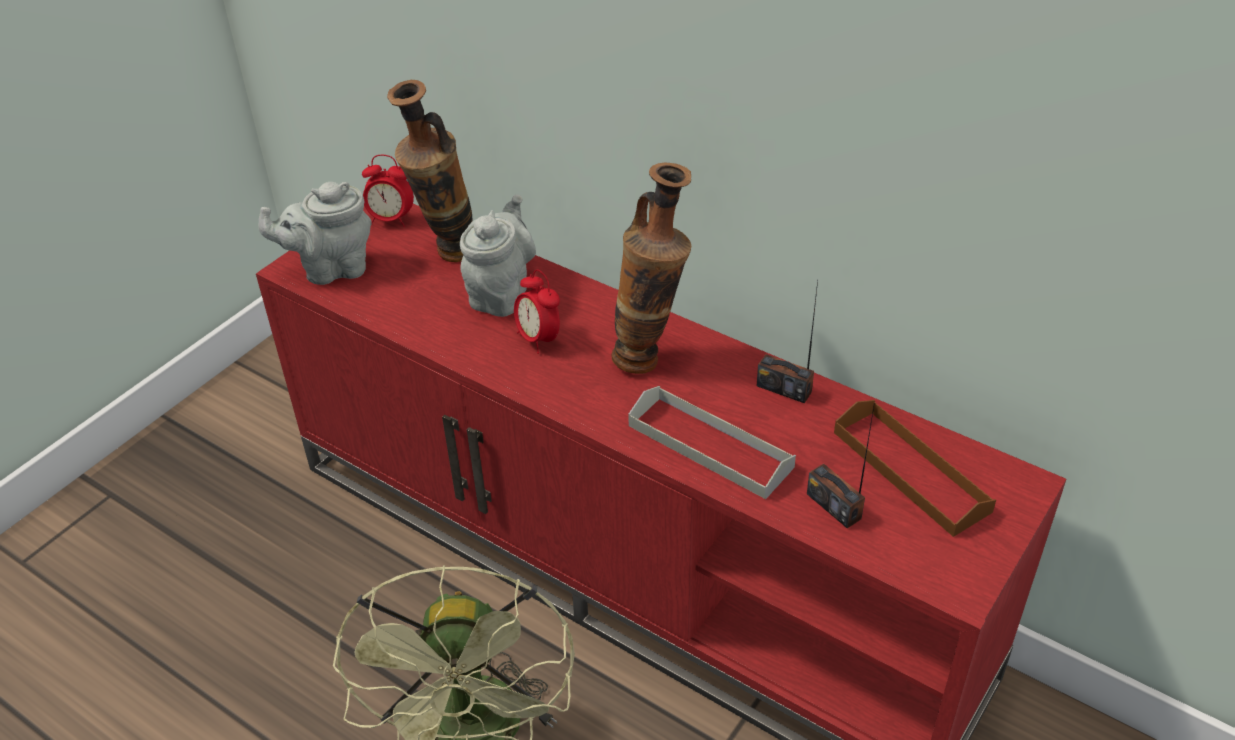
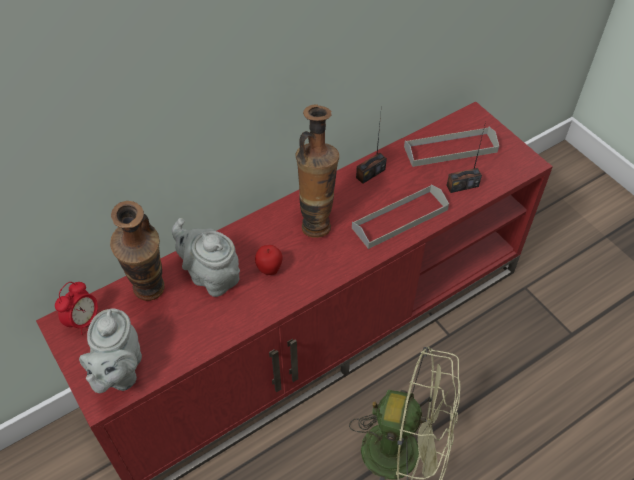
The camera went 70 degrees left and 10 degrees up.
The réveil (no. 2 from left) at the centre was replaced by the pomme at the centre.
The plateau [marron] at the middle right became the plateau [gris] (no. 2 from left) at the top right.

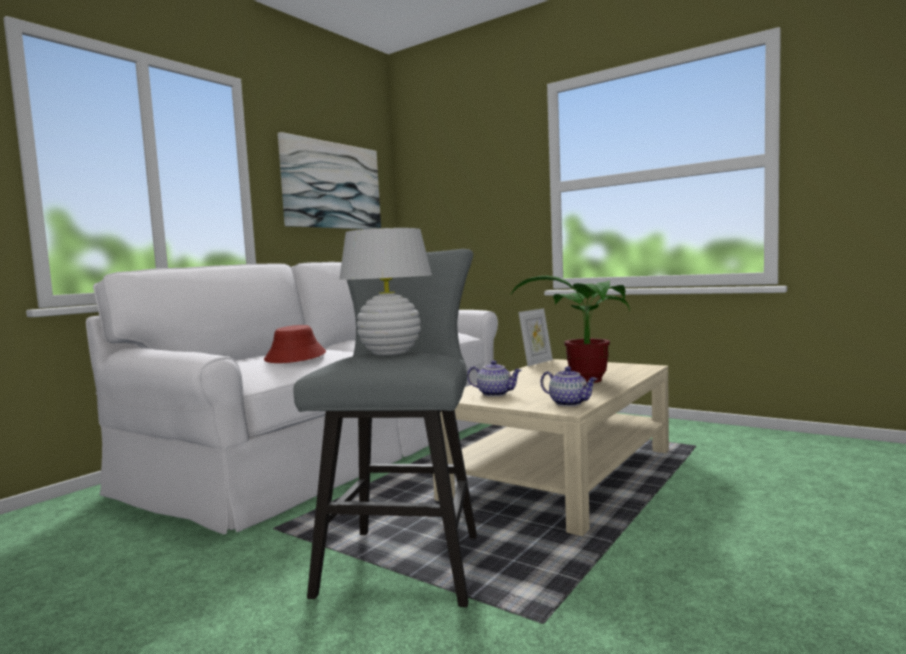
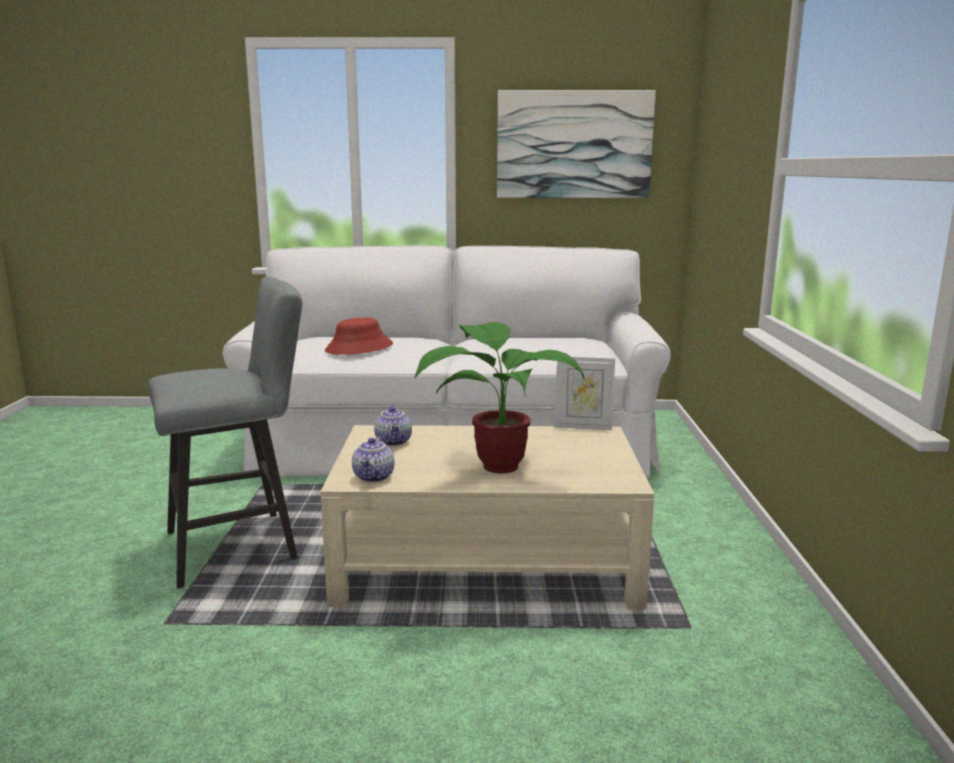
The camera went 55 degrees right and 10 degrees up.
The lampe de table [blanc] at the centre disappeared.

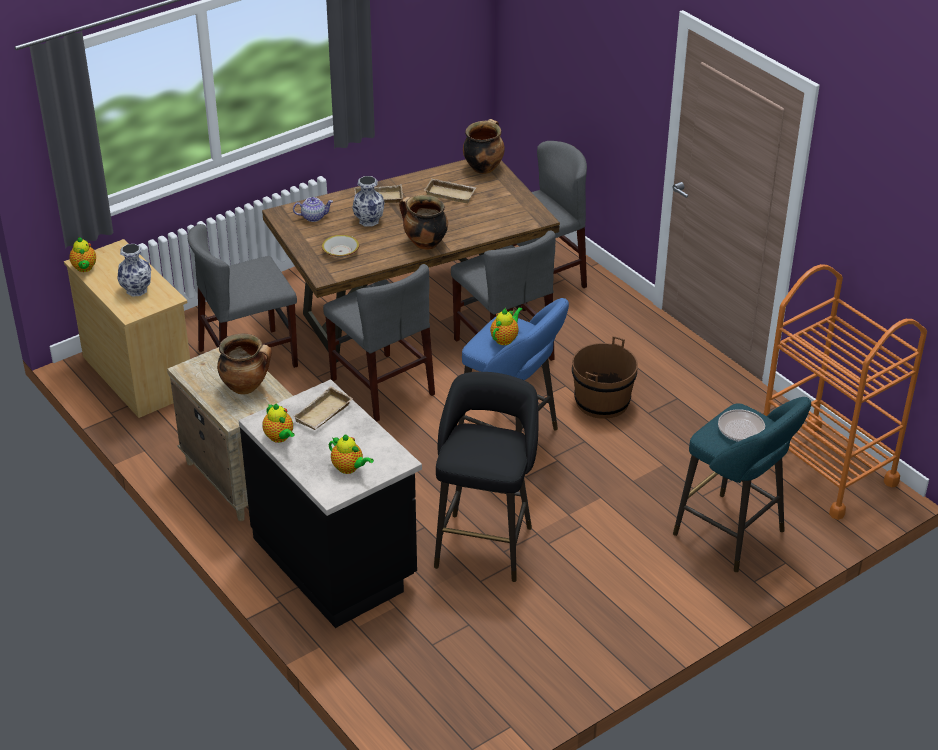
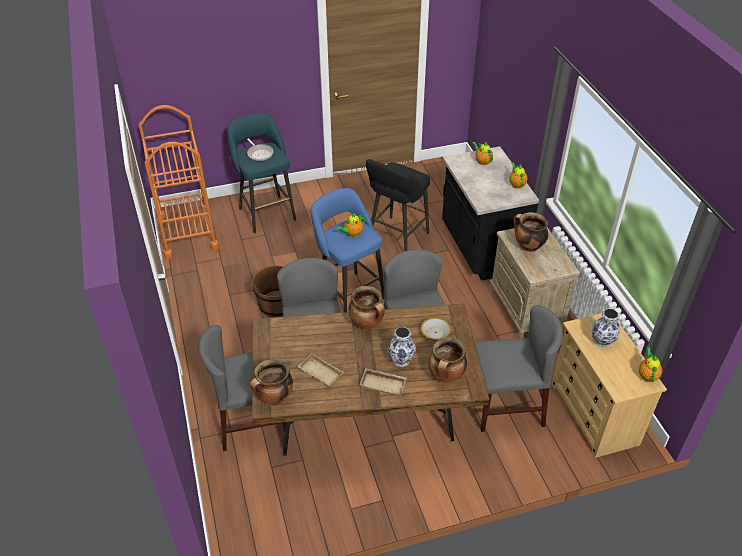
The camera went 160 degrees left and 5 degrees up.
The plateau [beige] (no. 1 from left) at the centre disappeared.
The théière (no. 3 from left) at the top centre was replaced by the marmite (no. 3 from left) at the centre.

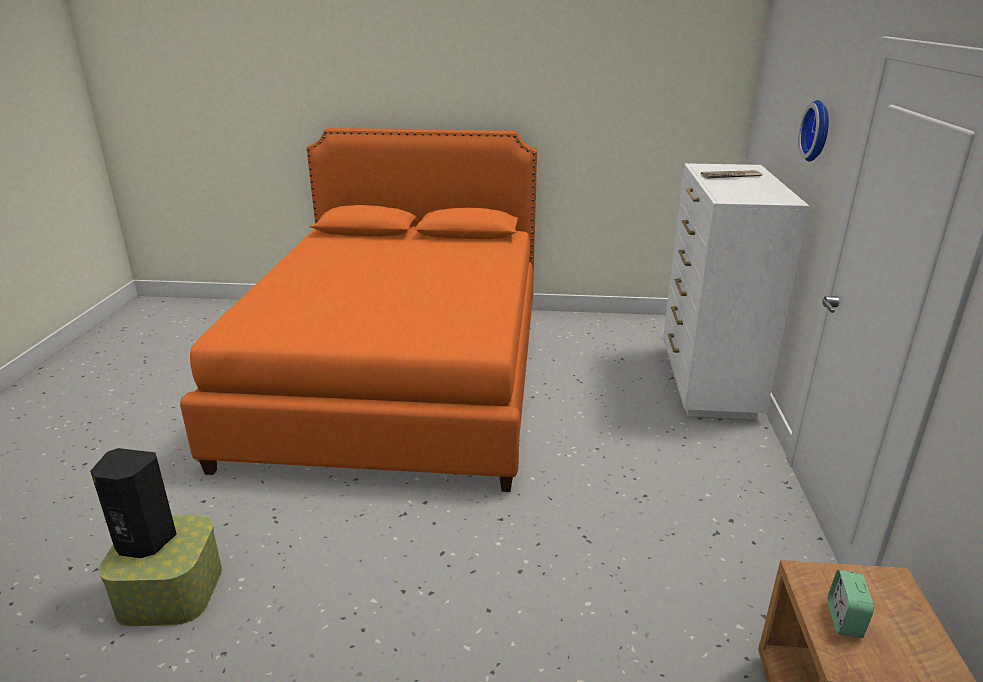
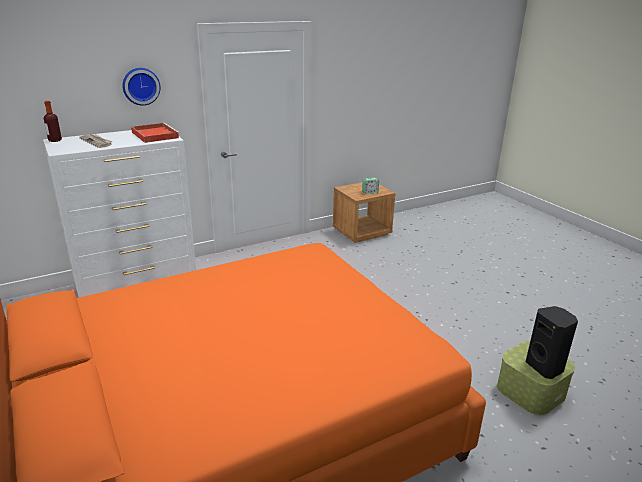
The camera went 125 degrees left and 0 degrees up.
The bouteille at the top left appeared.
The plateau [rouge] at the top left appeared.

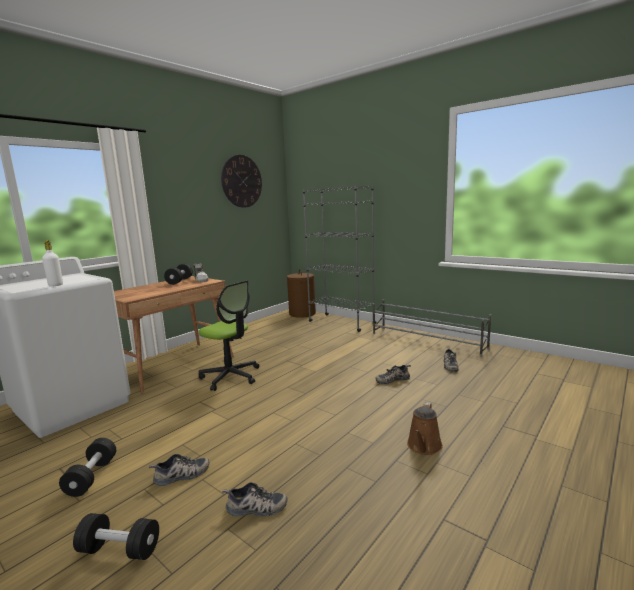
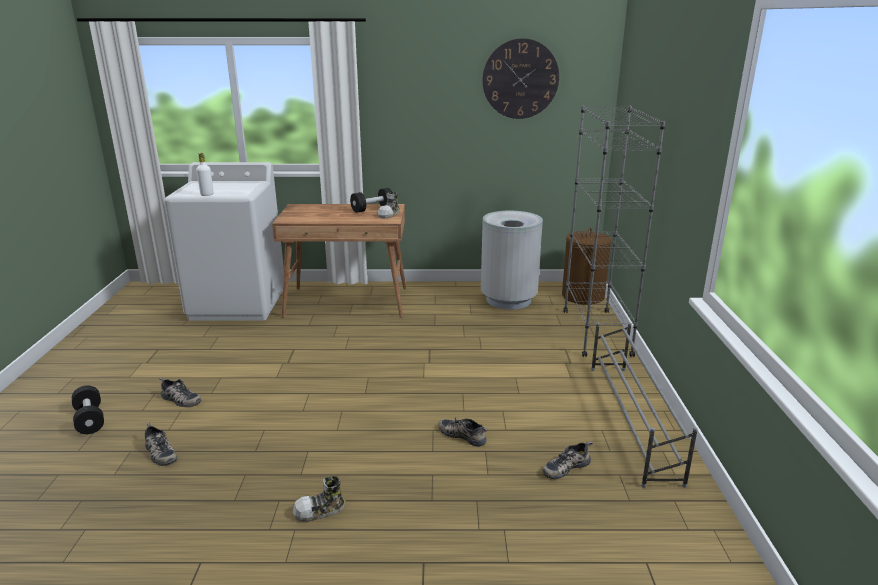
The camera went 50 degrees right and 10 degrees up.
The haltère [noir] (no. 1 from left) at the bottom left disappeared.
The chaise de bureau at the centre disappeared.
The poubelle [gris] at the centre appeared.
The arrosoir [marron] at the bottom right was replaced by the chaussure (no. 3 from left) at the bottom centre.

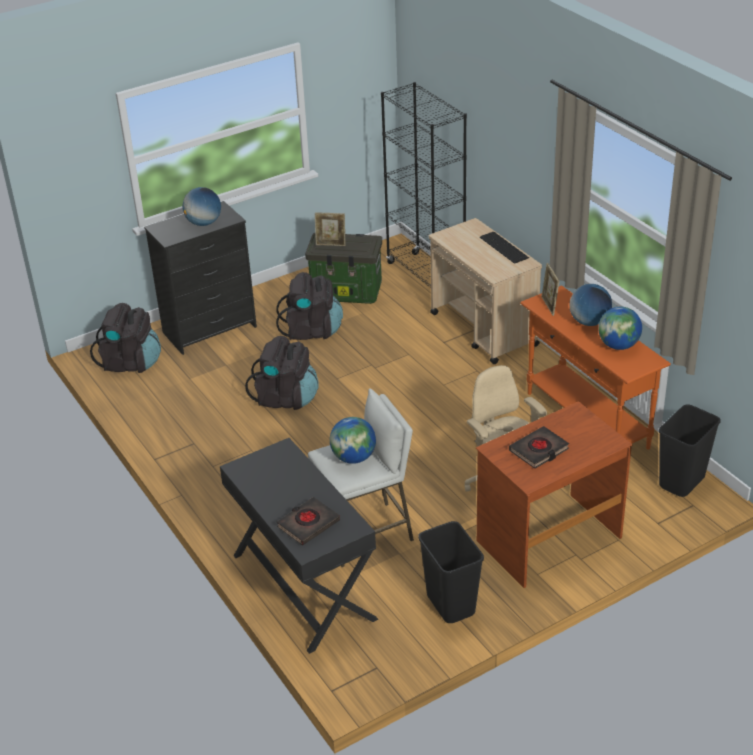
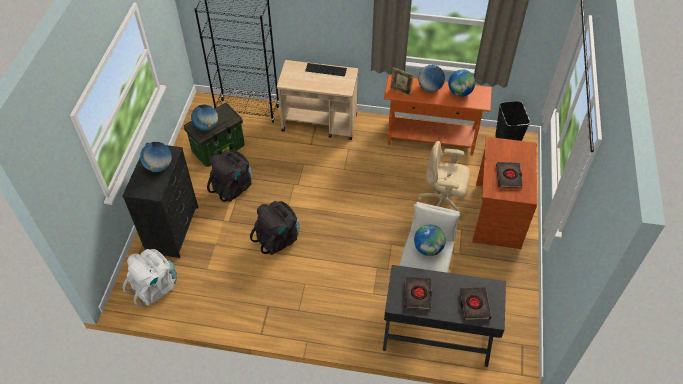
The camera went 50 degrees left and 15 degrees up.
The poubelle [noir] (no. 1 from left) at the bottom centre disappeared.
The livre [noir] (no. 1 from left) at the bottom centre appeared.
The cadre photo (no. 1 from left) at the top centre was replaced by the globe (no. 2 from left) at the top left.
The sac à dos [noir] (no. 1 from left) at the middle left became the sac à dos [blanc] at the bottom left.

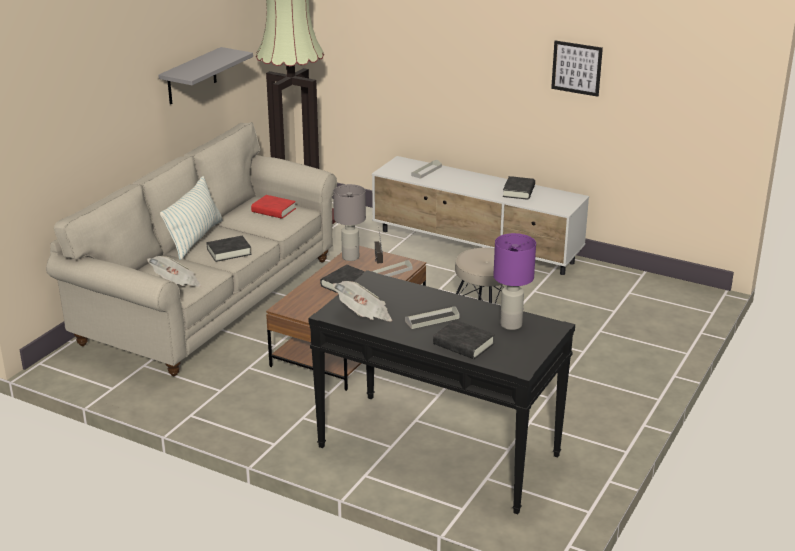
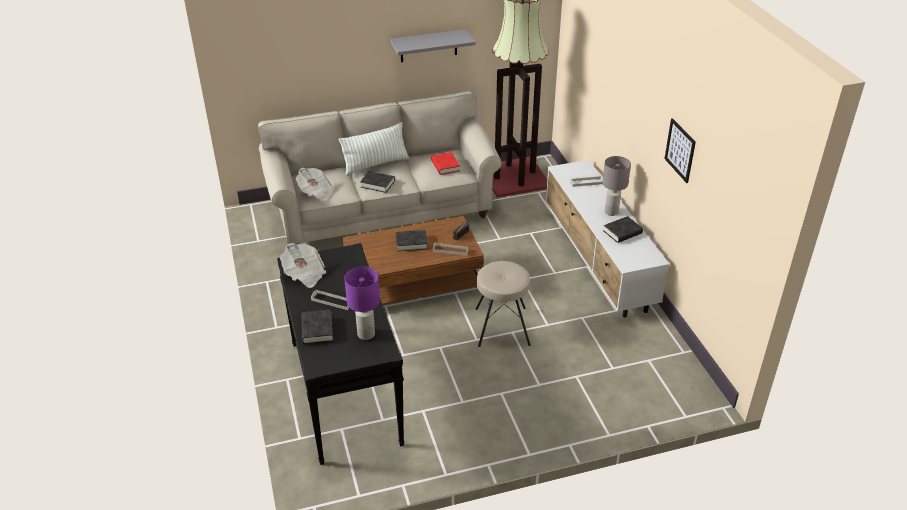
The camera went 45 degrees right and 10 degrees up.
The lampe de table [gris] moved from the centre to the middle right.

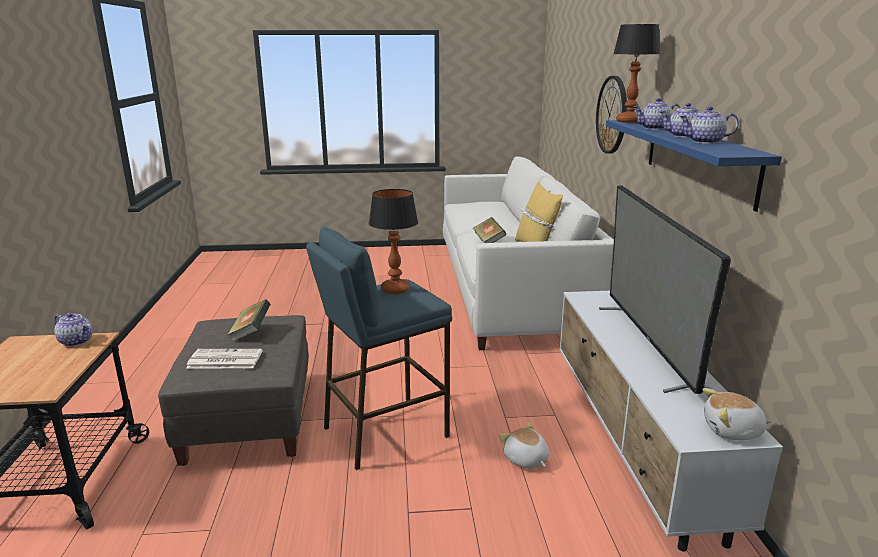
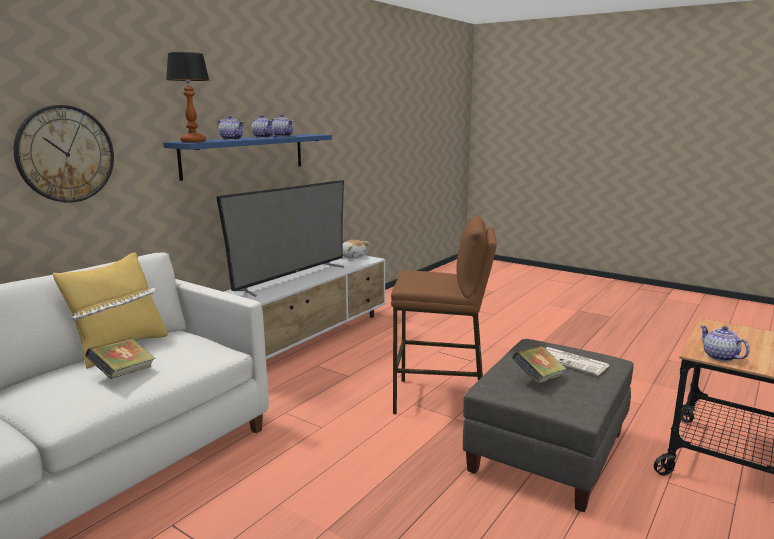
The camera went 140 degrees left and 5 degrees down.
The lampe de table (no. 1 from left) at the centre disappeared.
The peluche (no. 1 from left) at the bottom centre disappeared.
The tabouret [bleu] at the centre became the tabouret [marron] at the centre.

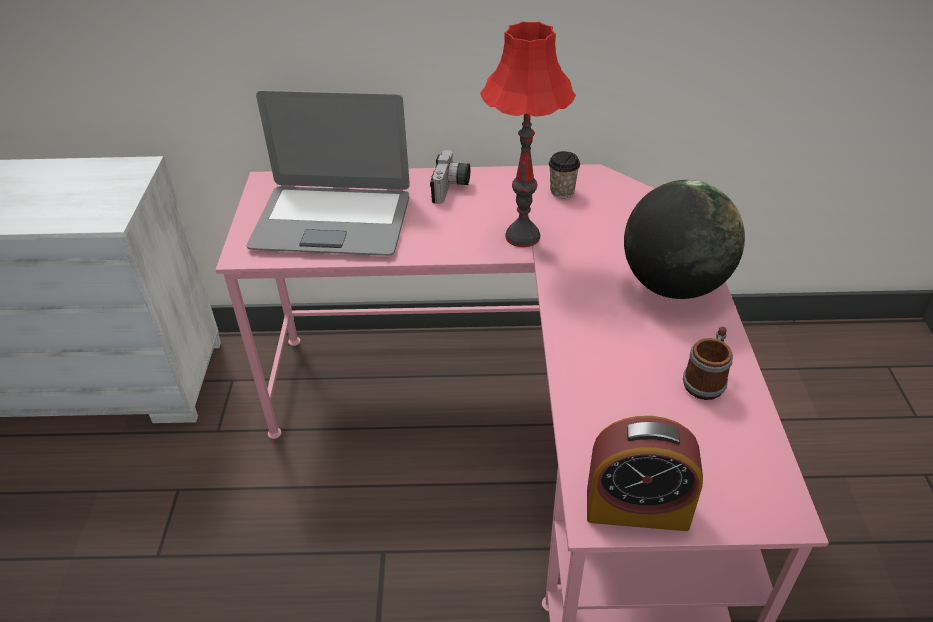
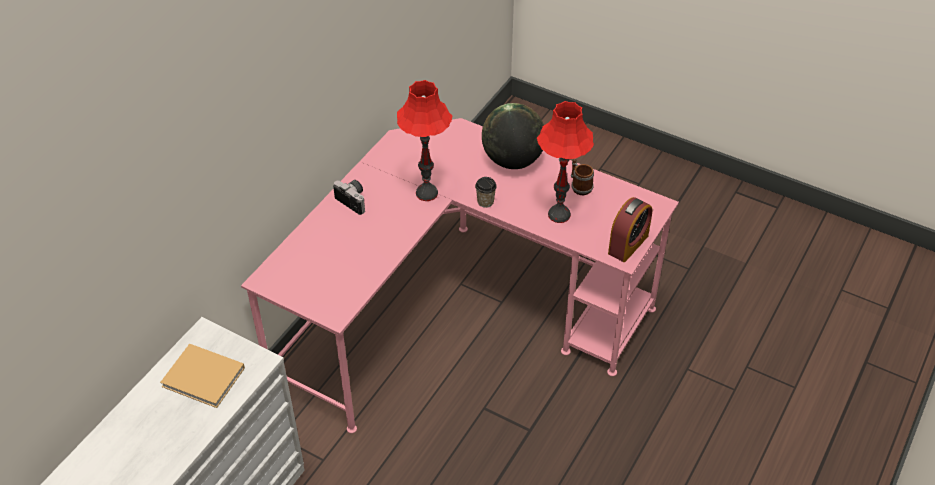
The camera went 60 degrees left and 5 degrees up.
The ordinateur portable at the top centre disappeared.
The livre [beige] at the bottom left appeared.
The lampe de table [rouge] (no. 2 from left) at the centre appeared.
The tasse moved from the top centre to the centre.

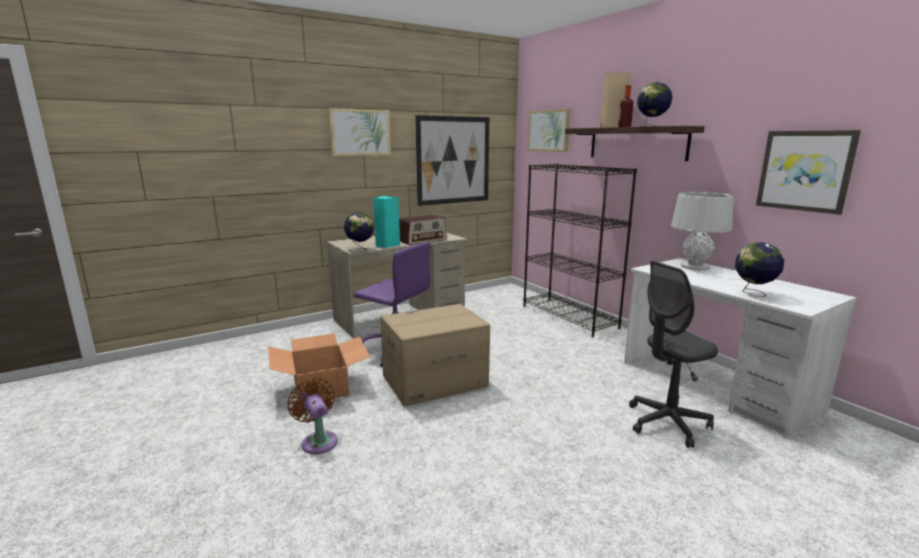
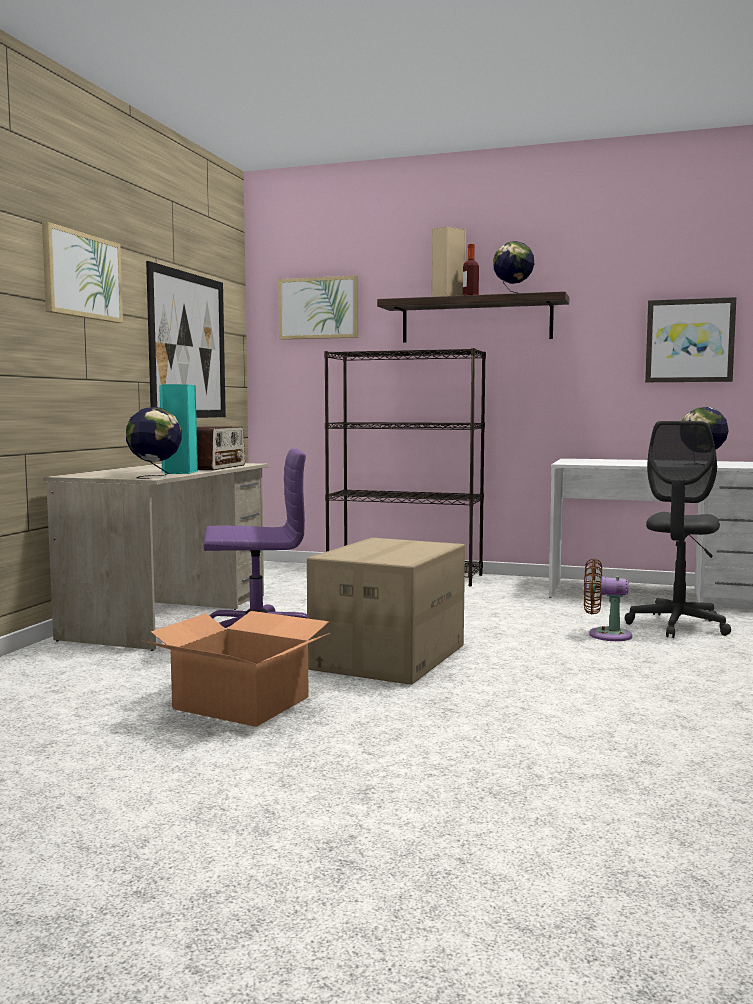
The camera went 40 degrees left and 10 degrees down.
The lampe de table [gris] at the middle right disappeared.
The ventilateur [marron] moved from the bottom centre to the middle right.

